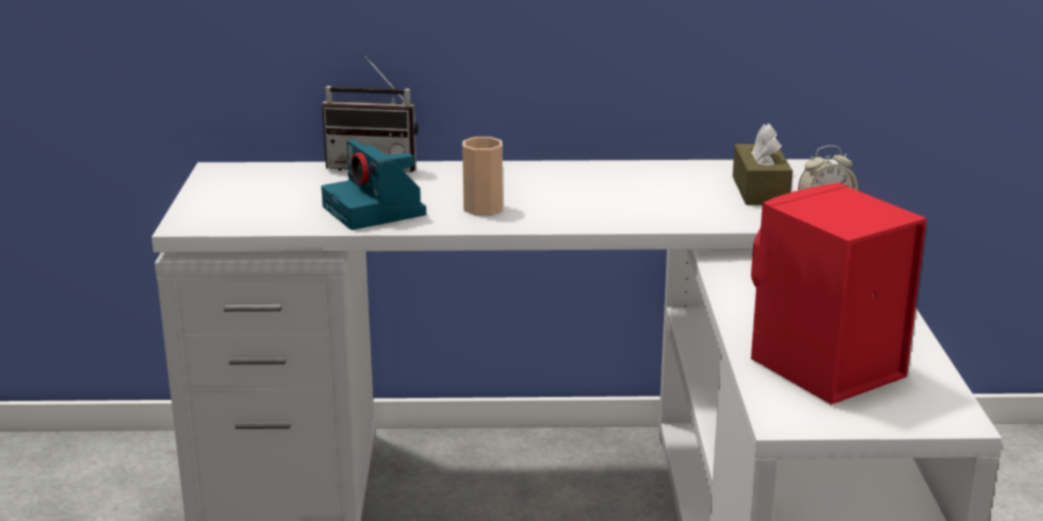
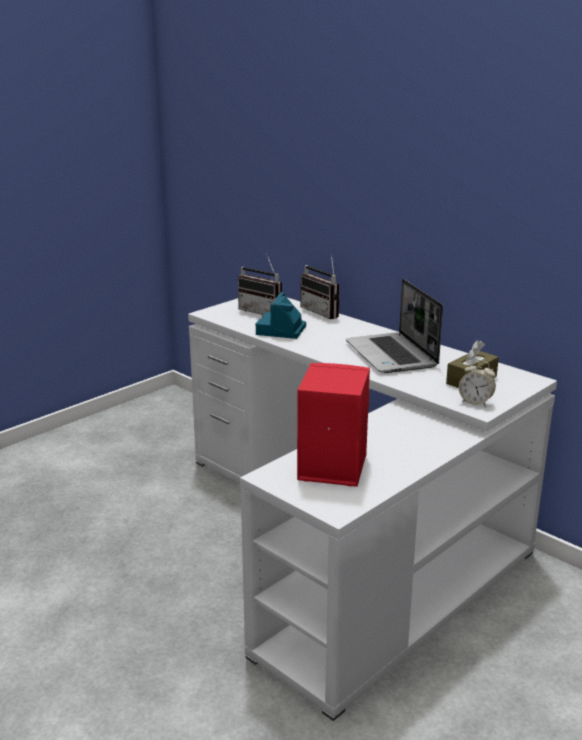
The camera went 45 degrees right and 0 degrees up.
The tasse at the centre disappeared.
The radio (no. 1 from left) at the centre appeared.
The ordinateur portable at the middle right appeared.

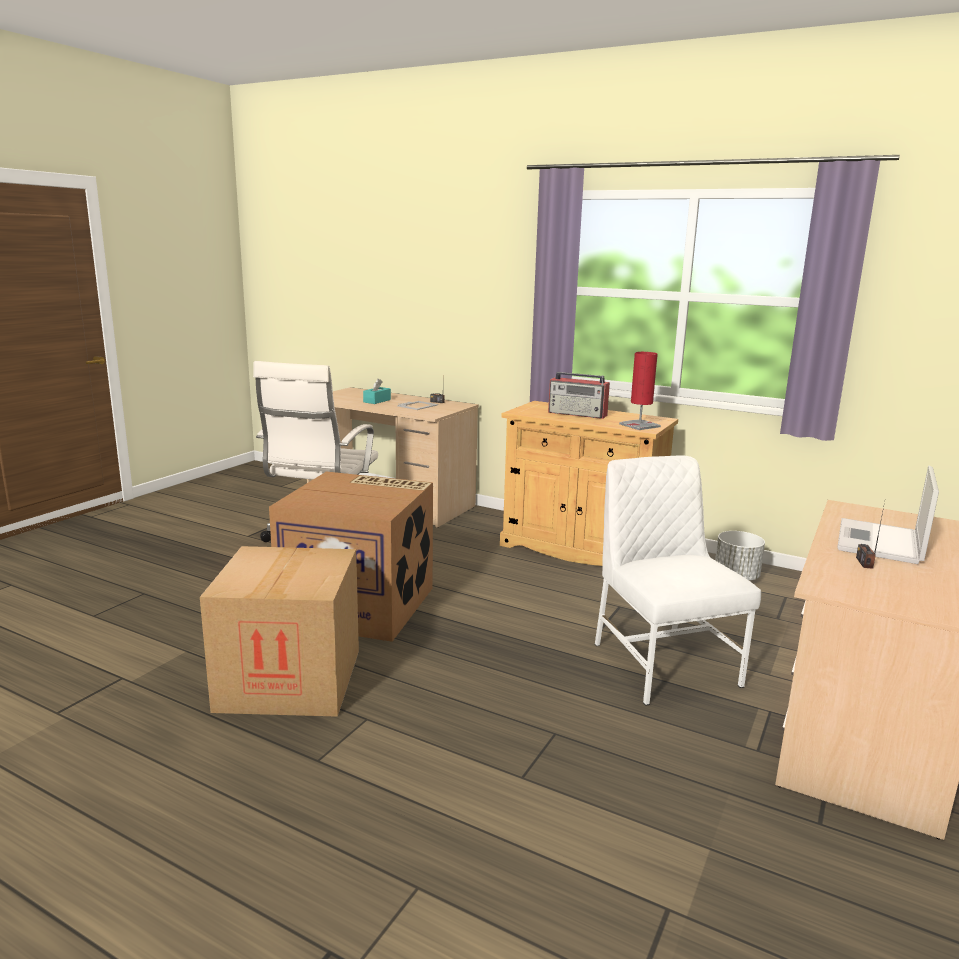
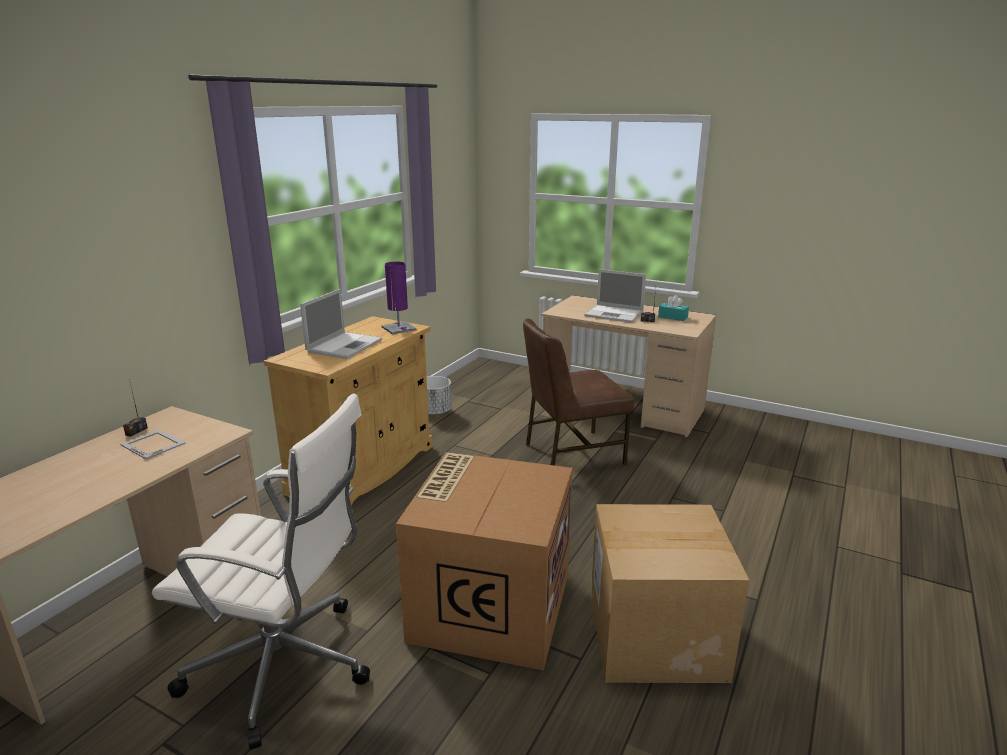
The camera went 90 degrees left and 5 degrees up.
The boîte à mouchoirs [turquoise] moved from the centre to the middle right.
The radio (no. 2 from left) at the centre was replaced by the ordinateur portable (no. 1 from left) at the centre.
The chaise [blanc] at the middle right became the chaise [marron] at the centre.
The lampe de table [rouge] at the middle right became the lampe de table [violet] at the centre.

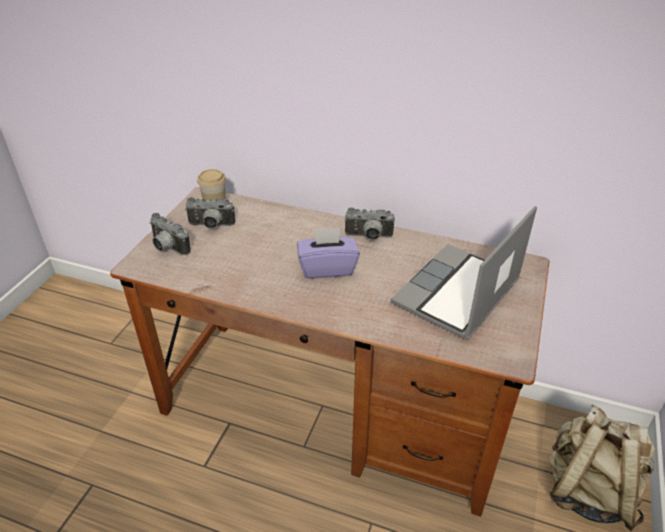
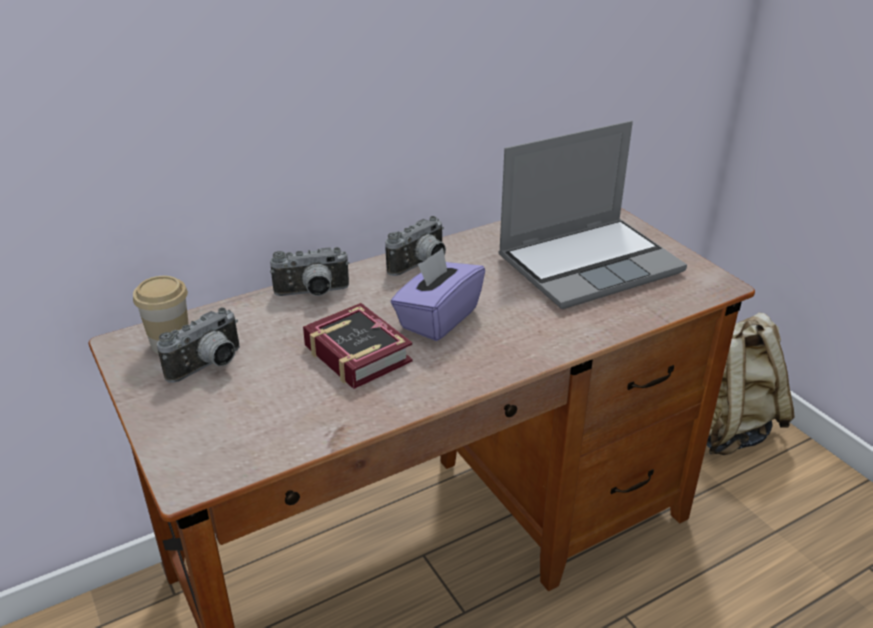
The camera went 50 degrees left and 5 degrees down.
The livre at the centre appeared.
The appareil photo (no. 1 from left in the first image) moved from the middle left to the centre.
The ordinateur portable at the middle right turned 105 degrees counterclockwise.

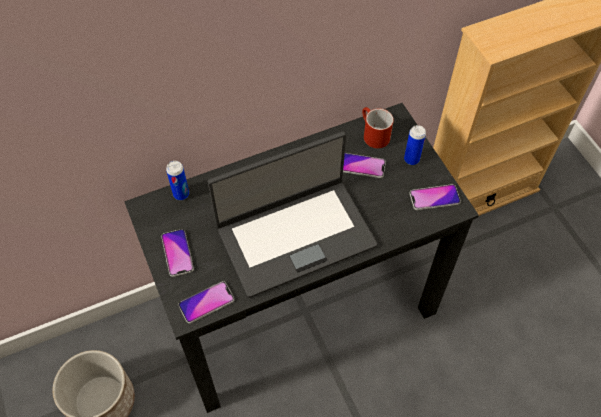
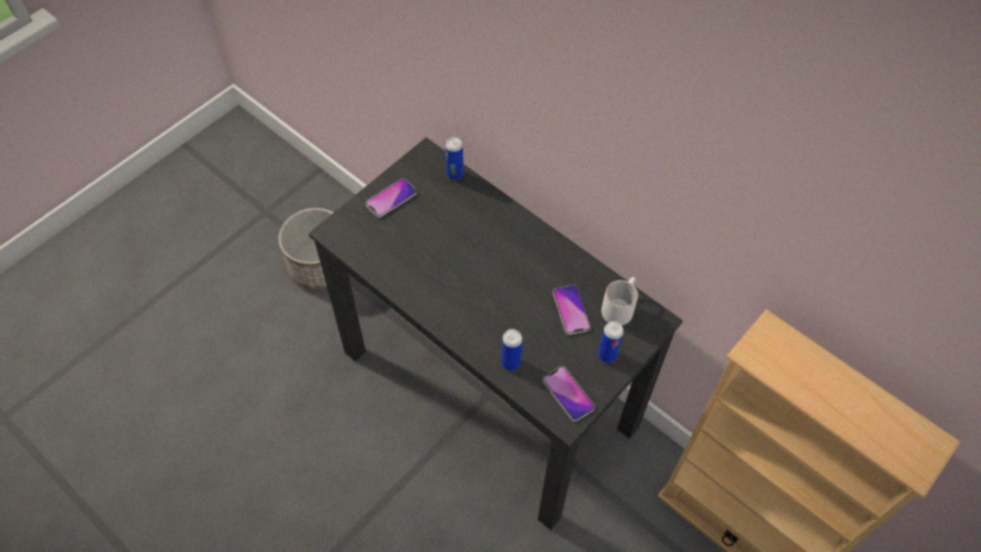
The camera went 65 degrees right and 0 degrees up.
The téléphone (no. 2 from left) at the bottom centre disappeared.
The ordinateur portable at the centre disappeared.
The boîte métallique (no. 2 from left) at the centre appeared.
The mug [rouge] at the top centre became the mug [blanc] at the centre.

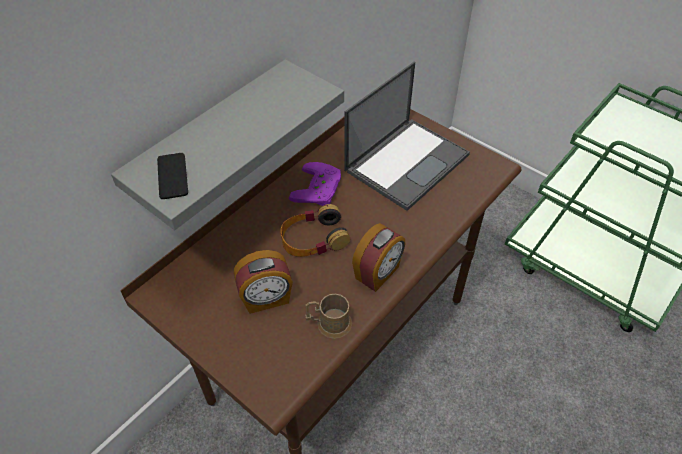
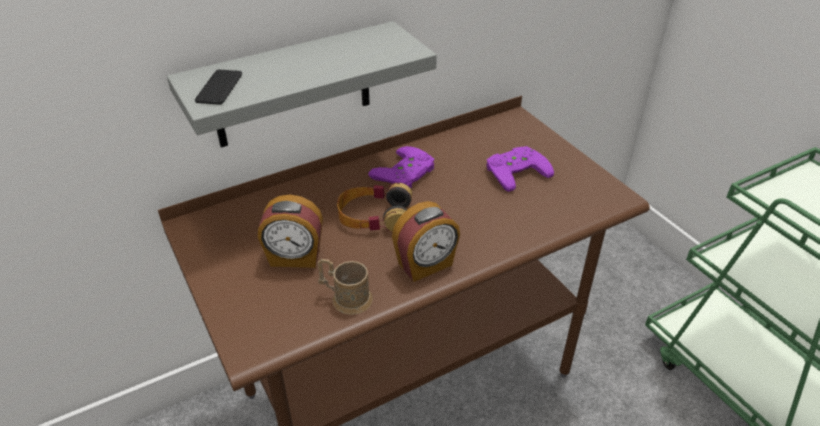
The camera went 20 degrees right and 10 degrees down.
The ordinateur portable at the top centre was replaced by the manette [violet] (no. 2 from left) at the centre.

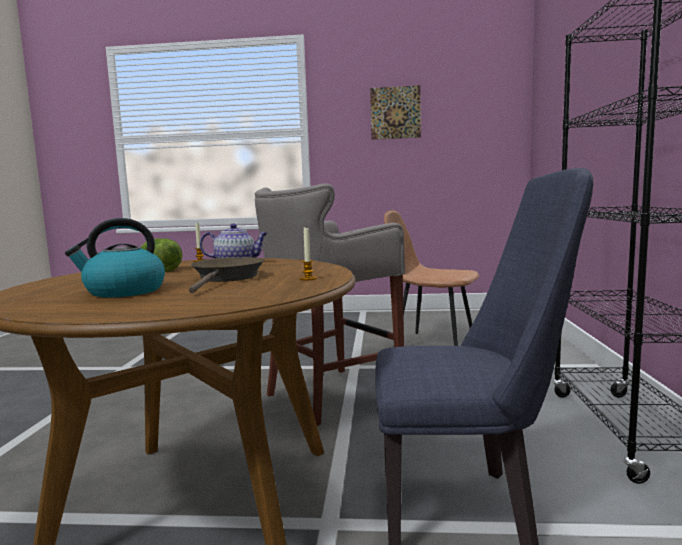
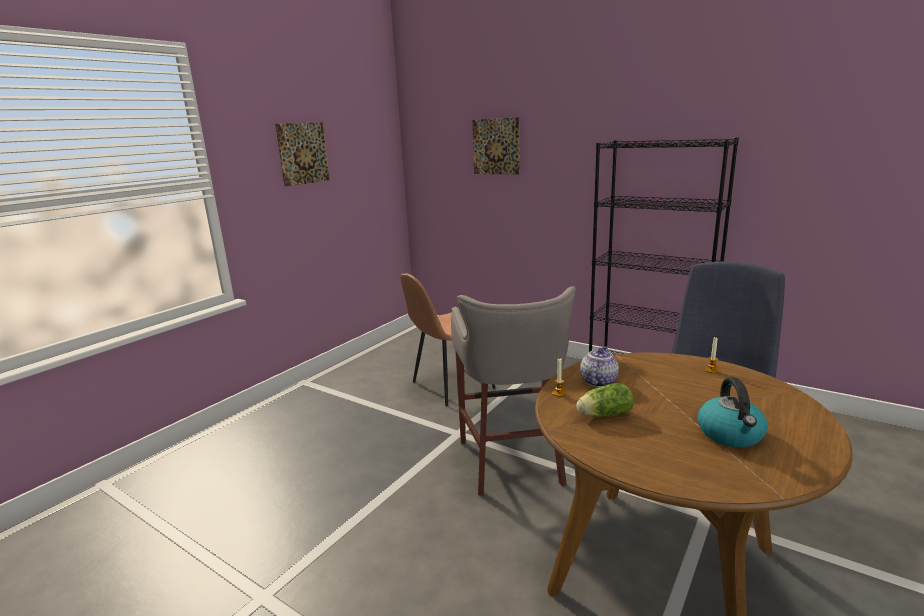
The camera went 60 degrees left and 10 degrees up.
The poêle [marron] at the middle left disappeared.
The tableau (no. 2 from left) at the top centre appeared.

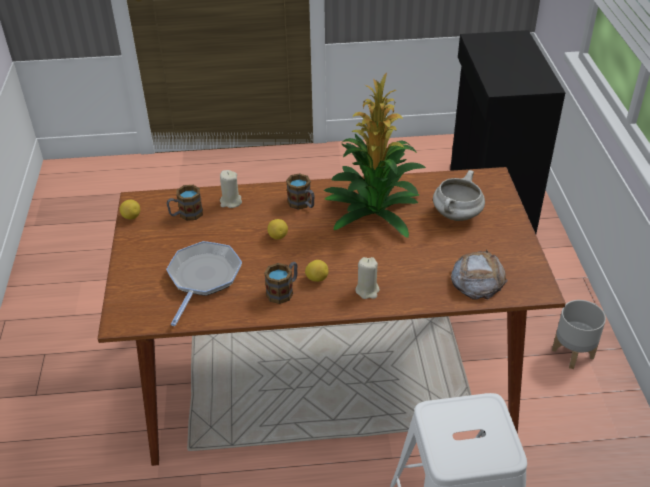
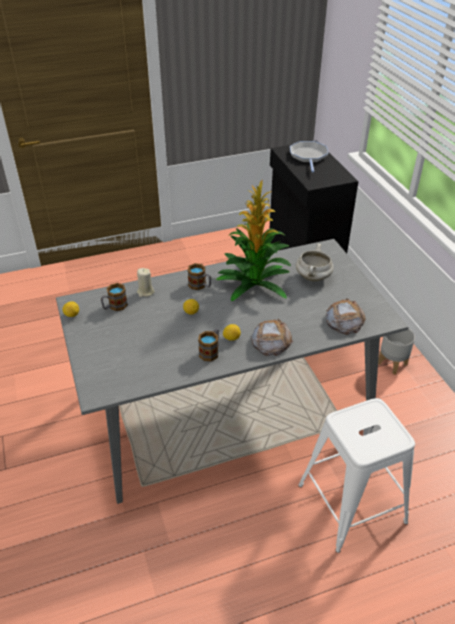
The camera went 15 degrees left and 0 degrees up.
The poêle moved from the middle left to the top right.
The bougie [beige] (no. 2 from left) at the centre was replaced by the pain (no. 1 from left) at the centre.
The table à manger [marron] at the centre became the table à manger [gris] at the centre.

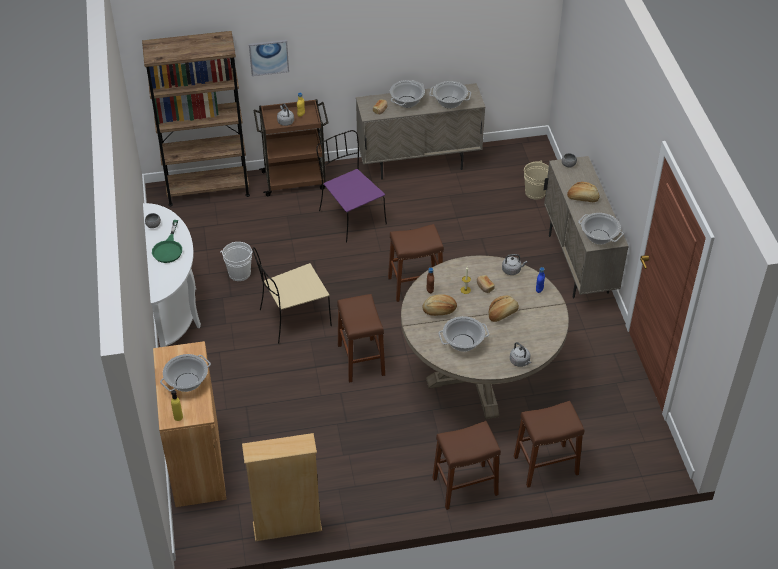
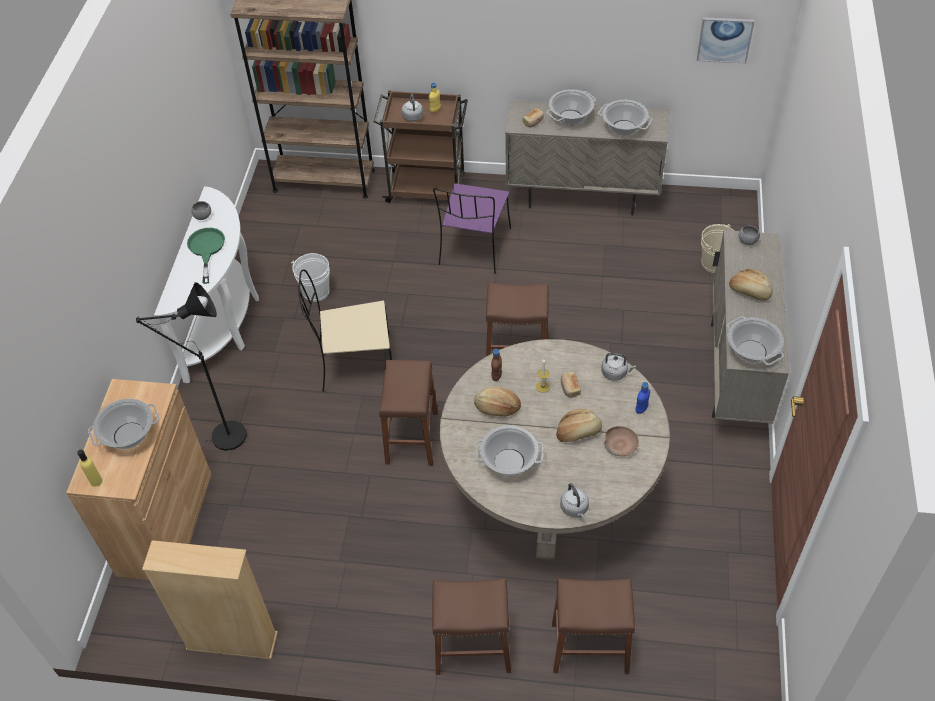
The camera went 20 degrees right and 5 degrees up.
The lampadaire [noir] at the middle left appeared.
The bol [marron] at the centre appeared.
The tableau moved from the top centre to the top right.
The poêle [vert] at the middle left turned 150 degrees clockwise.
The chaise [violet] at the top centre turned 150 degrees counterclockwise.

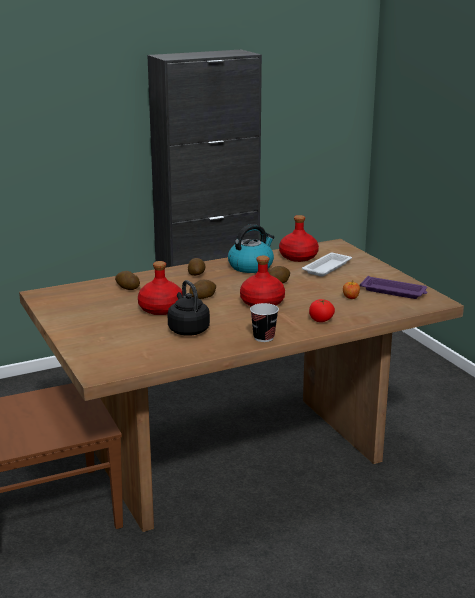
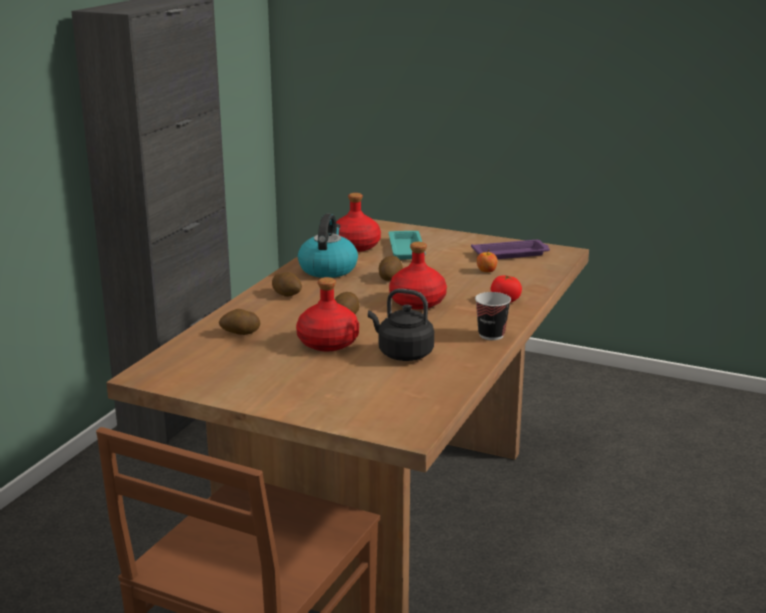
The camera went 40 degrees left and 0 degrees up.
The plateau [blanc] at the middle right became the plateau [turquoise] at the centre.

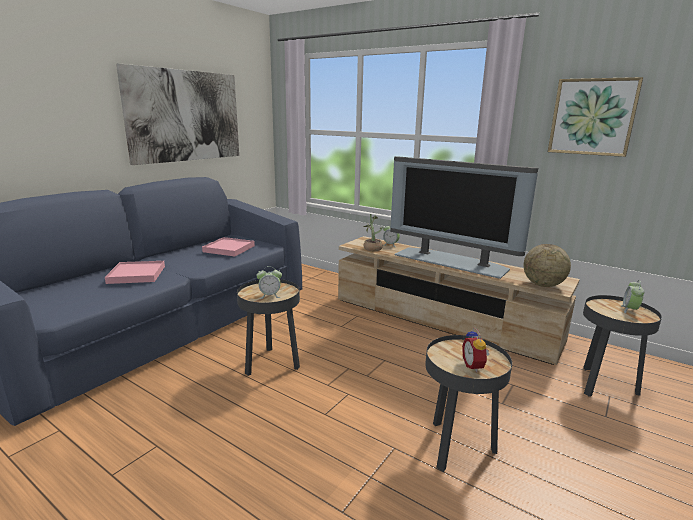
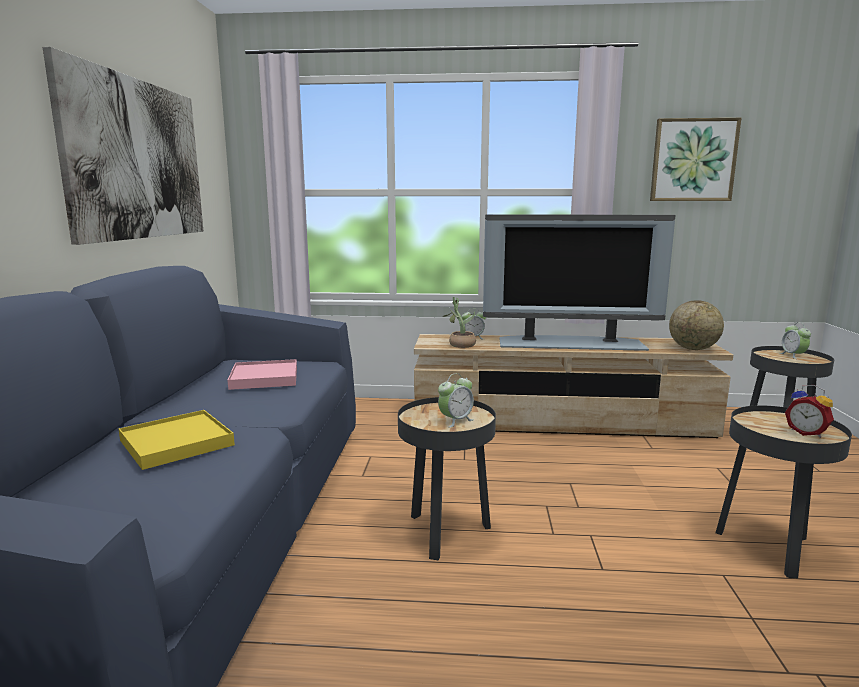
The camera went 30 degrees left and 5 degrees down.
The plateau [rose] (no. 1 from left) at the middle left became the plateau [jaune] at the middle left.

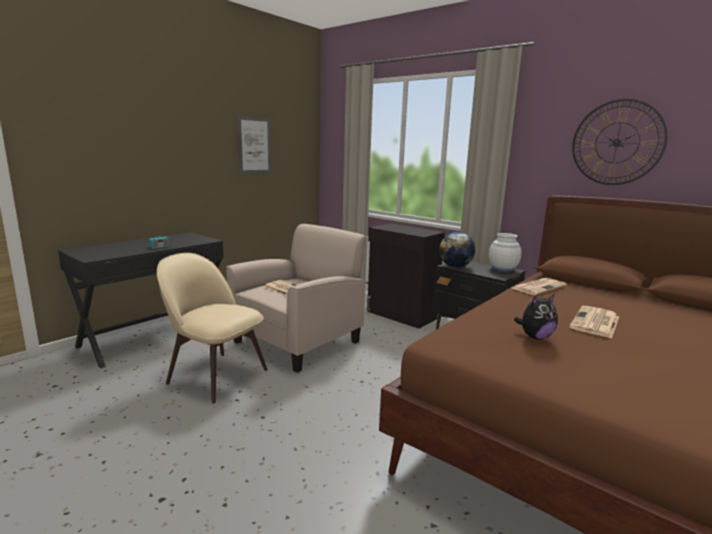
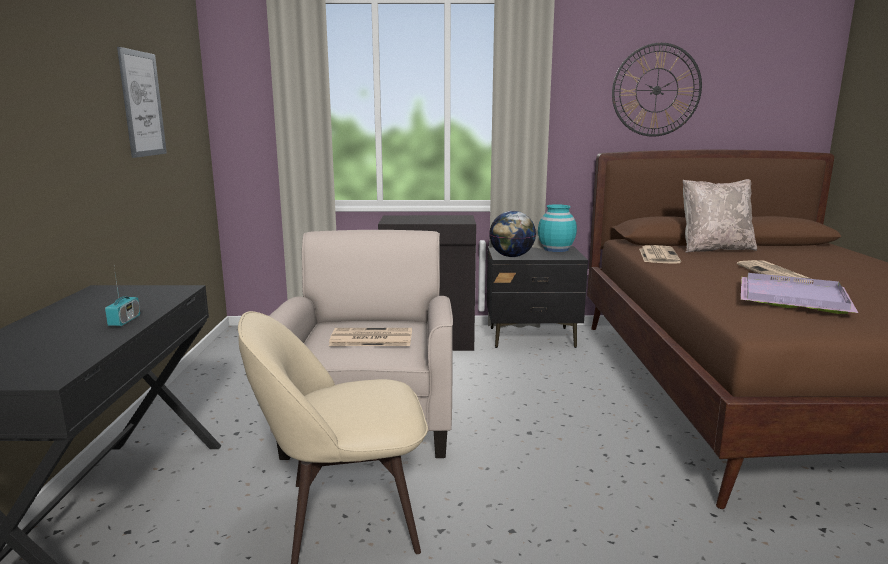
The camera went 40 degrees left and 0 degrees up.
The coussin [beige] at the middle right appeared.
The peluche at the middle right was replaced by the plateau [violet] at the middle right.
The vase [blanc] at the middle right became the vase [turquoise] at the centre.

